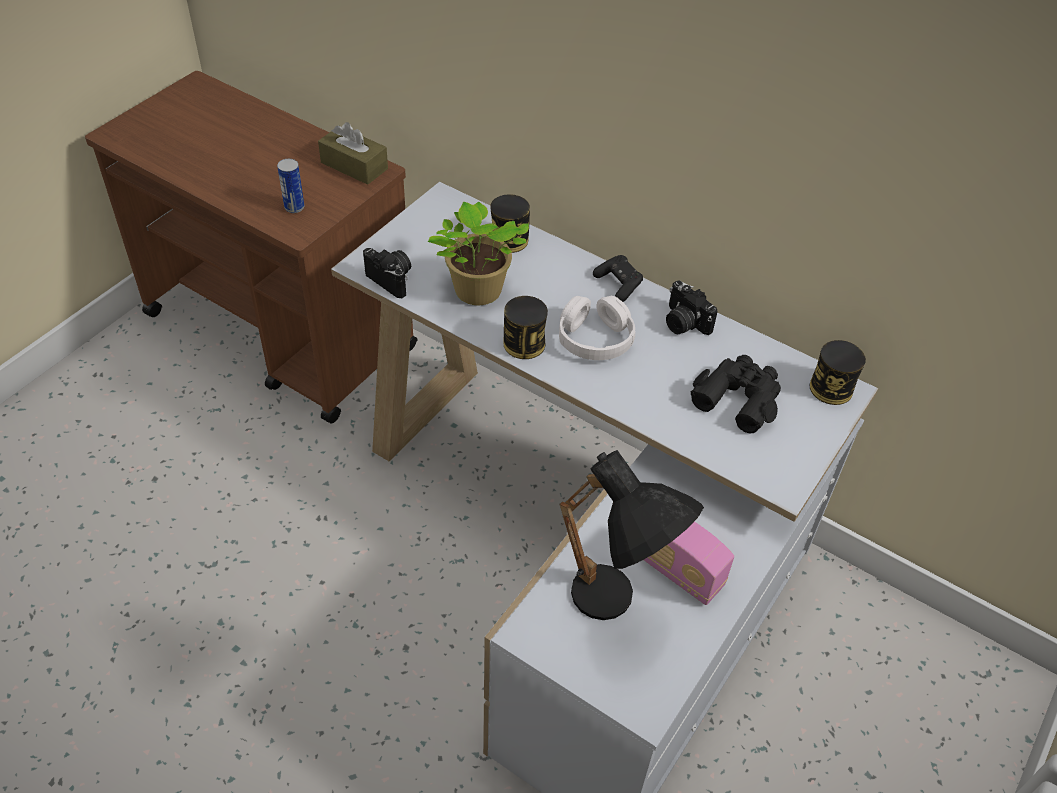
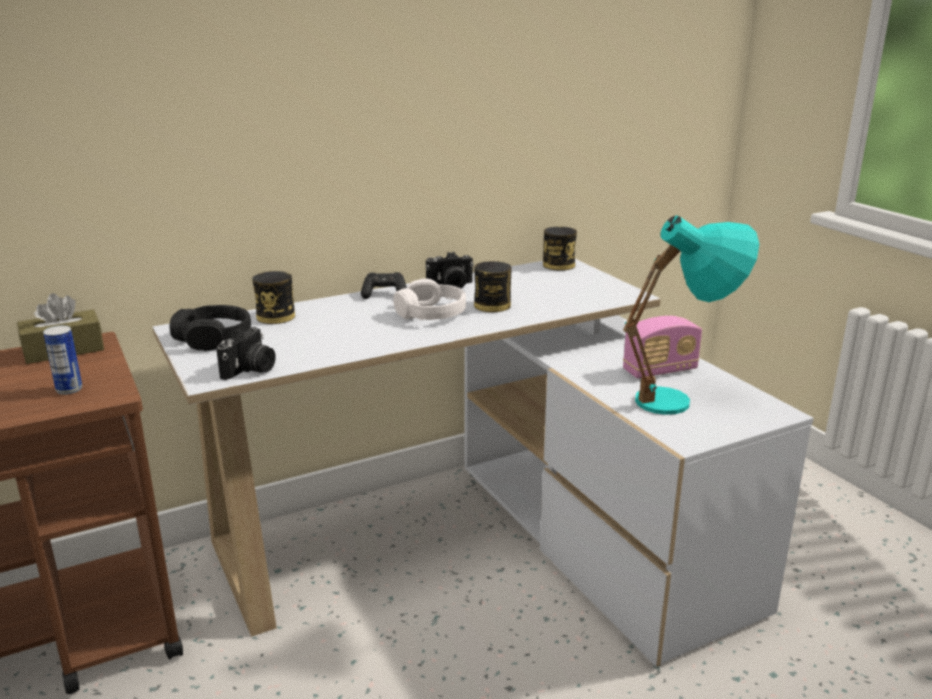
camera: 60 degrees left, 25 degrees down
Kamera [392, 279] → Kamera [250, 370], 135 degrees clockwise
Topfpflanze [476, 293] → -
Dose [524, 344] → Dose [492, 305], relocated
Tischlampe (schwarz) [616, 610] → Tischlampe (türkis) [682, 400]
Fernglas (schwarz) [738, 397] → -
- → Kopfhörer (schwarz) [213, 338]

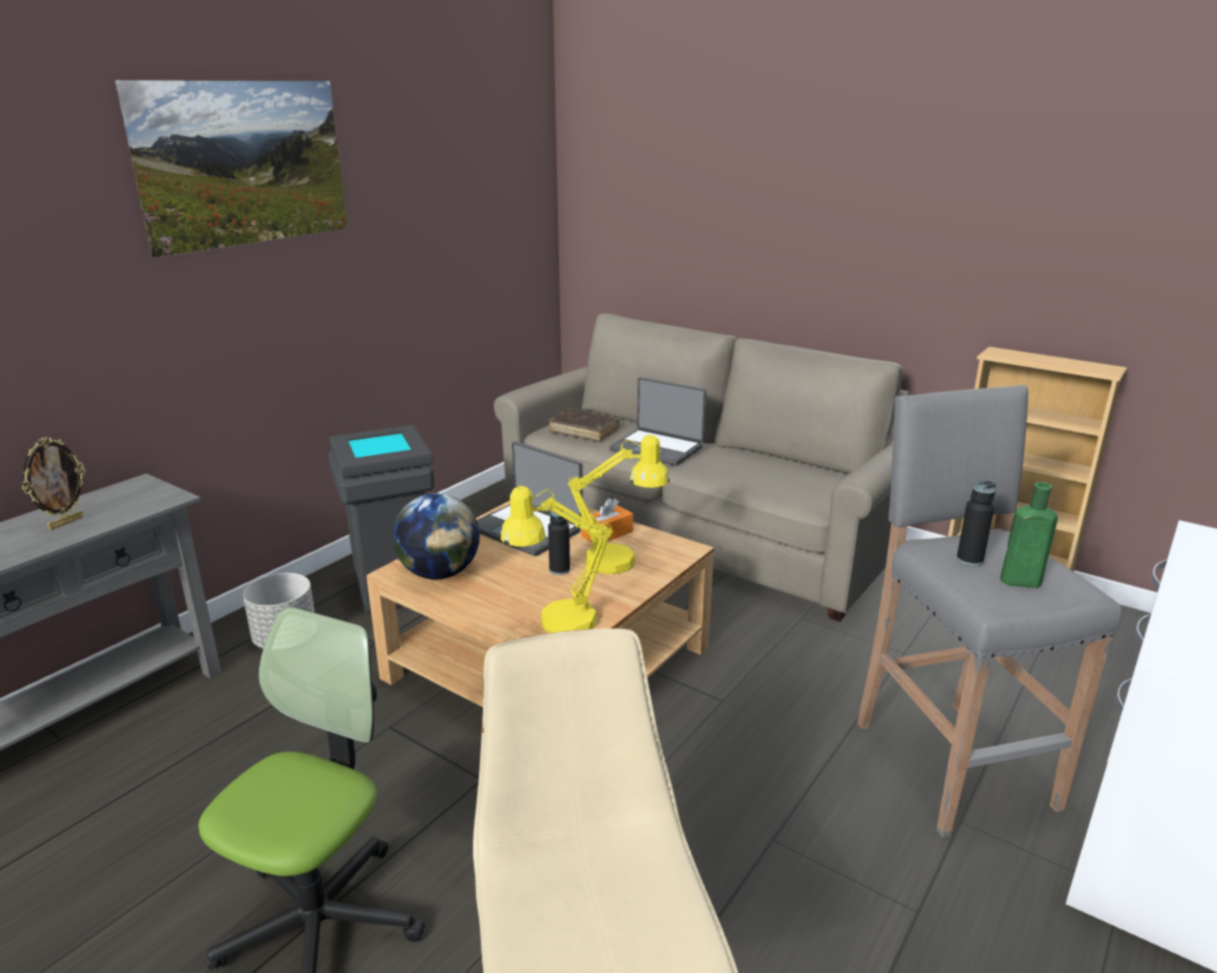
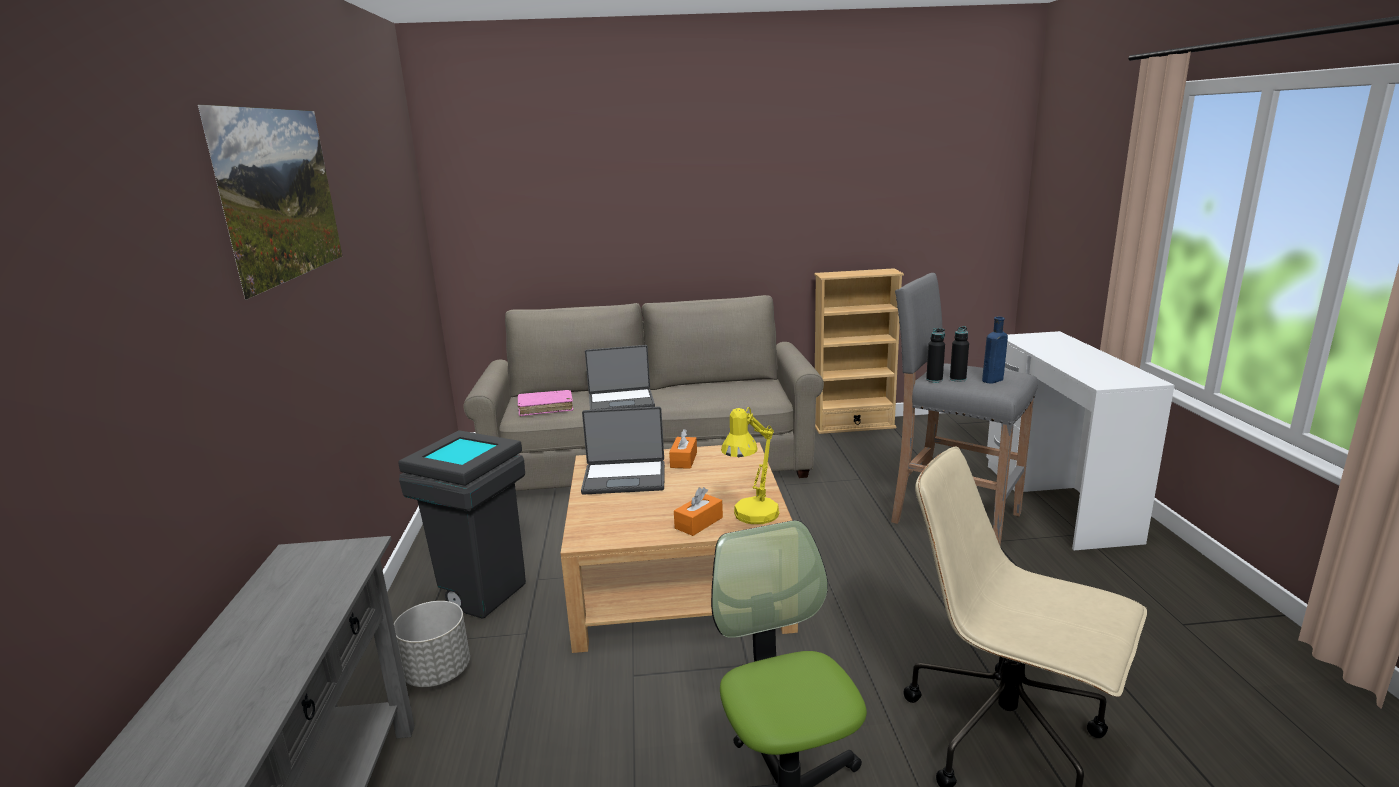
camera: 40 degrees left, 5 degrees down
Bilderrahmen [66, 523] → -
Globus [439, 573] → -
Flasche (schwarz) [559, 570] → Flasche (schwarz) [934, 380], relocated
Buch (braun) [584, 431] → Buch (rosa) [546, 408]
Tischlampe (gelb) [621, 562] → -
Flasche (grün) [1017, 581] → Flasche (blau) [991, 380]
- → Taschentuchbox (orange) [699, 523]

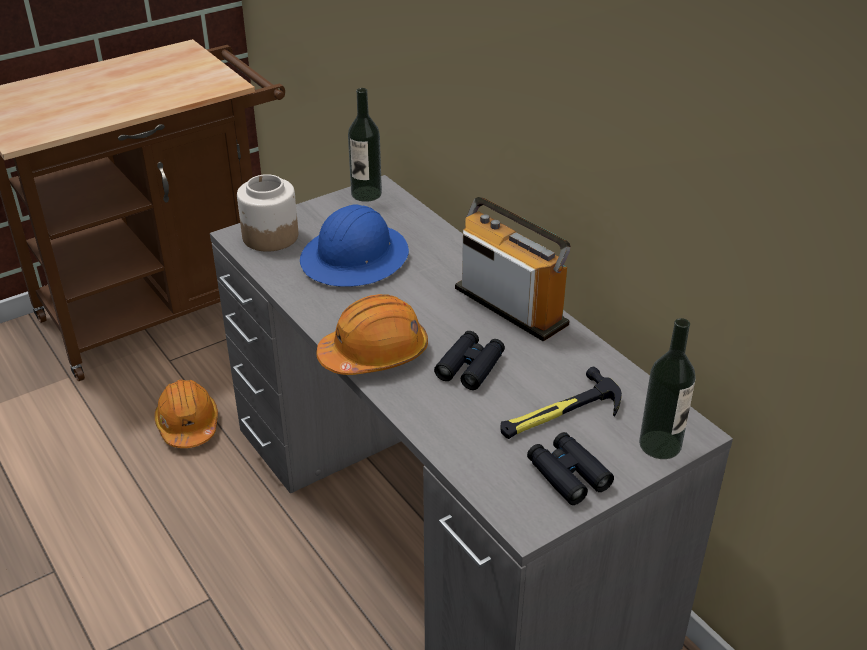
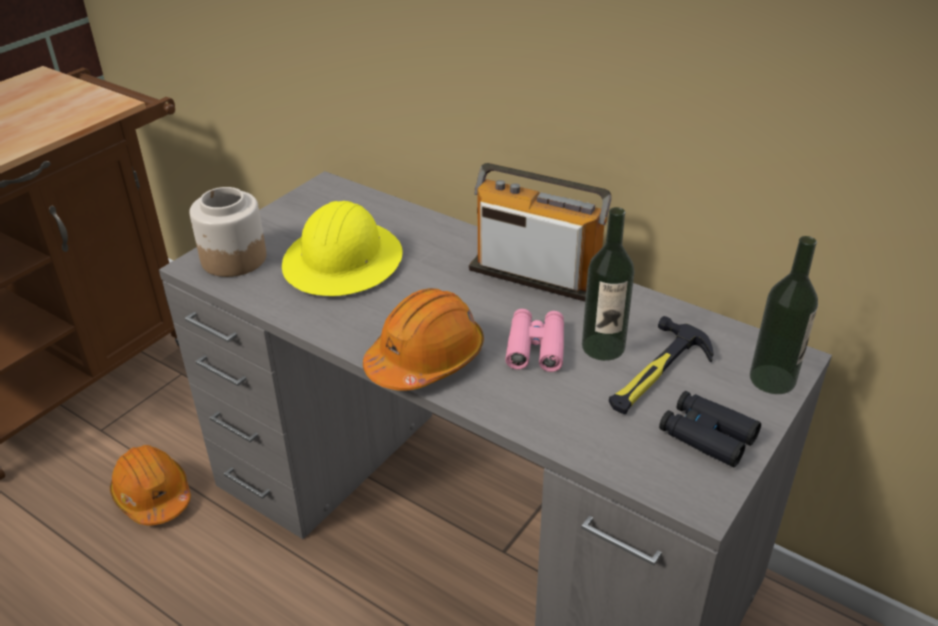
camera: 20 degrees left, 0 degrees up
Schutzhelm (blau) [355, 258] → Schutzhelm (gelb) [344, 262]
Flasche [366, 194] → Flasche [603, 347], relocated
Fernglas (schwarz) [470, 366] → Fernglas (rosa) [535, 347]

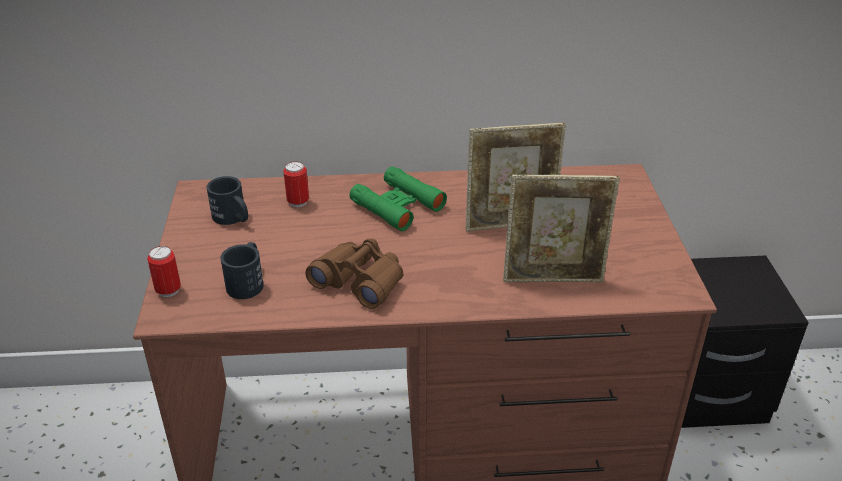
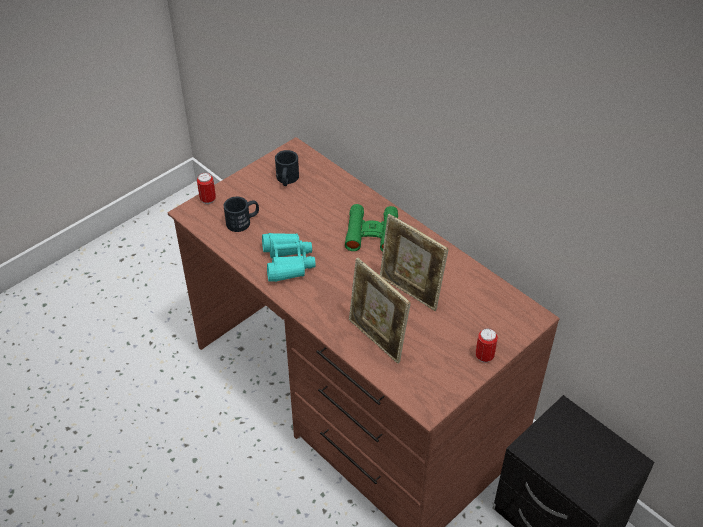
camera: 50 degrees right, 10 degrees up
Dose [298, 202] → Dose [484, 356], relocated
Fernglas (braun) [360, 281] → Fernglas (türkis) [287, 262]

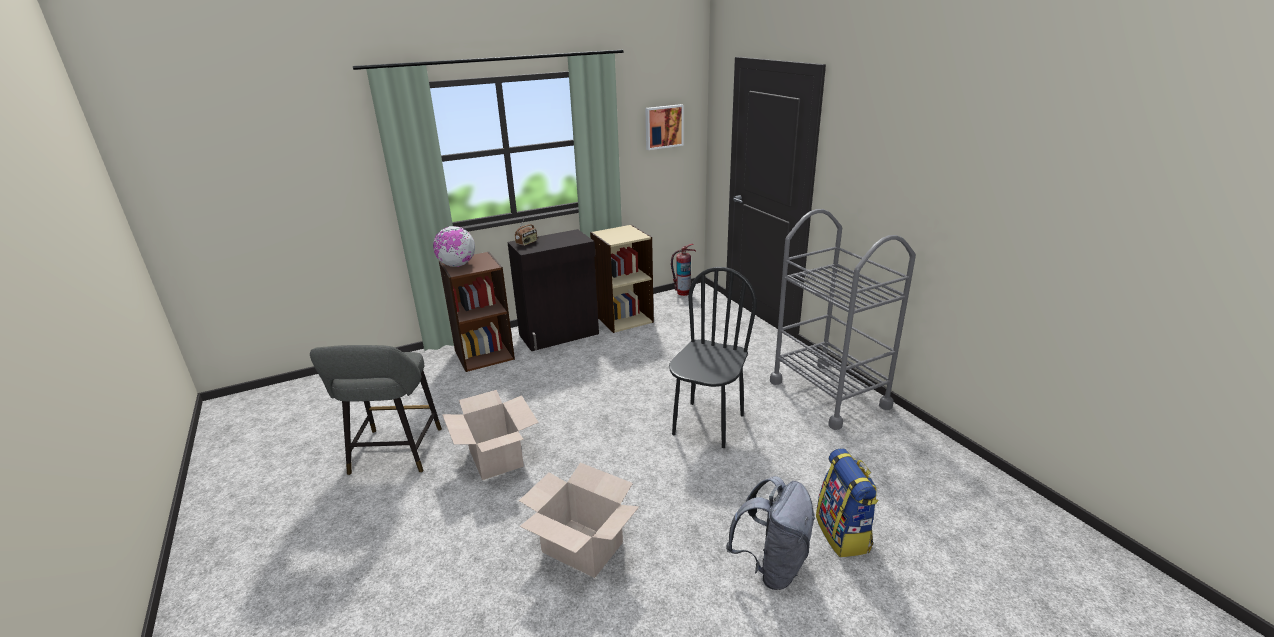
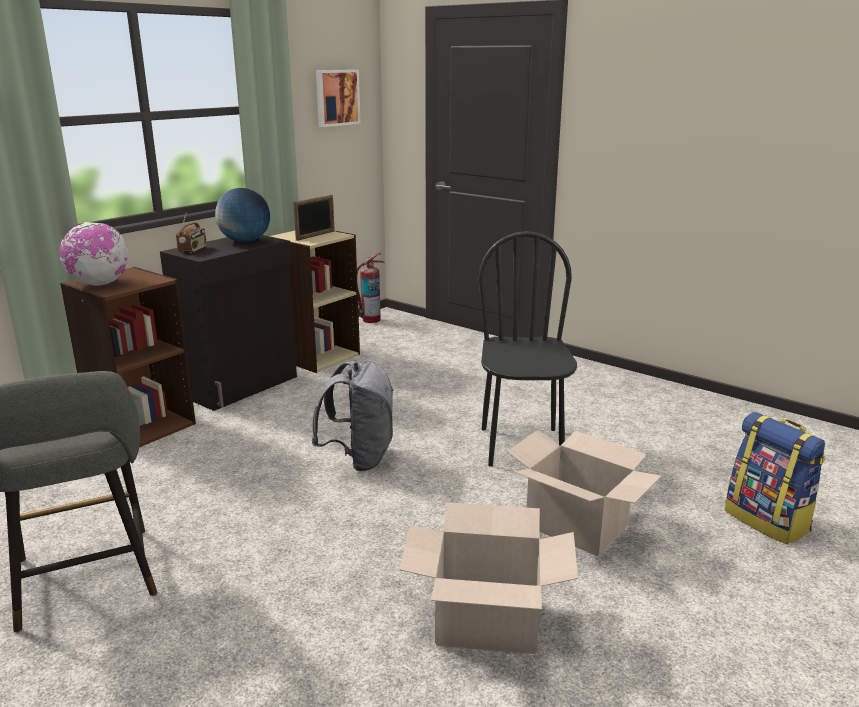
camera: 25 degrees left, 5 degrees down
Karton [495, 458] → Karton [575, 526], relocated
Rucksack (grau) [771, 566] → Rucksack (grau) [359, 458], relocated
Rollwagen (grau) [828, 394] → -
- → Globus [245, 241]
- → Bilderrahmen [316, 235]

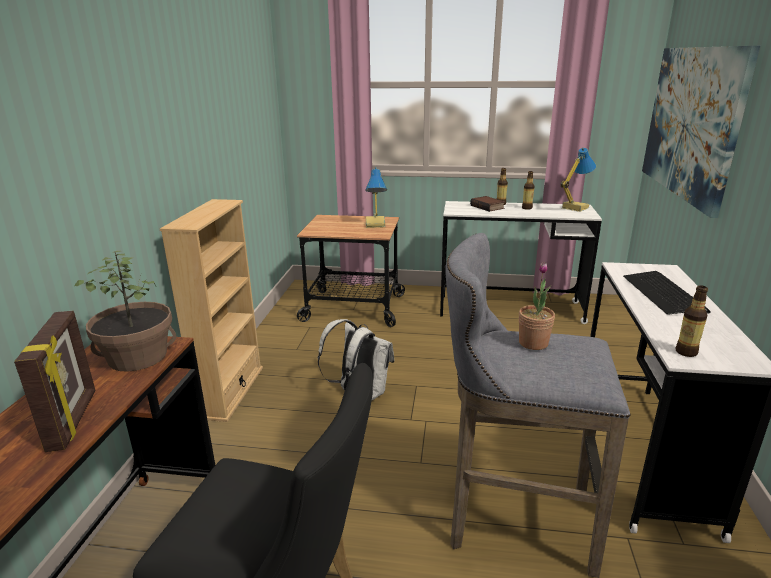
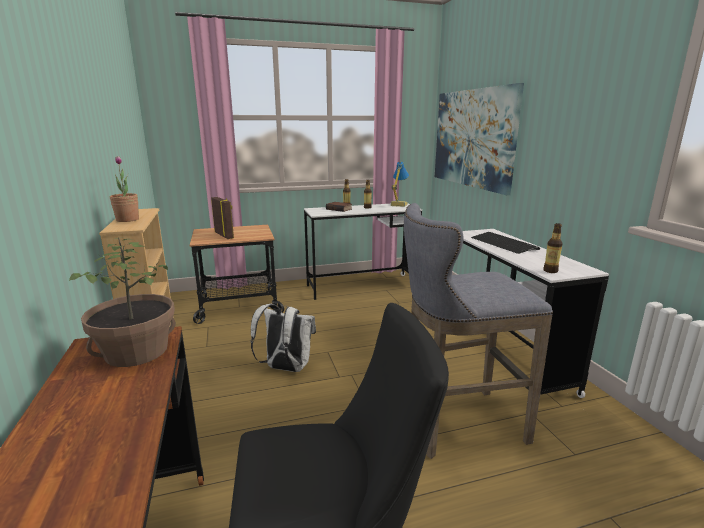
camera: 25 degrees left, 5 degrees down
Bilderrahmen [74, 420] → Bilderrahmen [224, 235], relocated
Tischlampe [376, 224] → -
Topfpflanze [533, 343] → Topfpflanze [127, 220], relocated

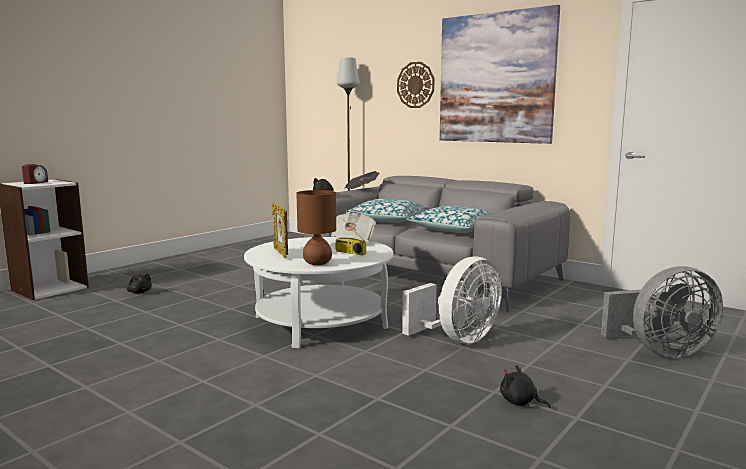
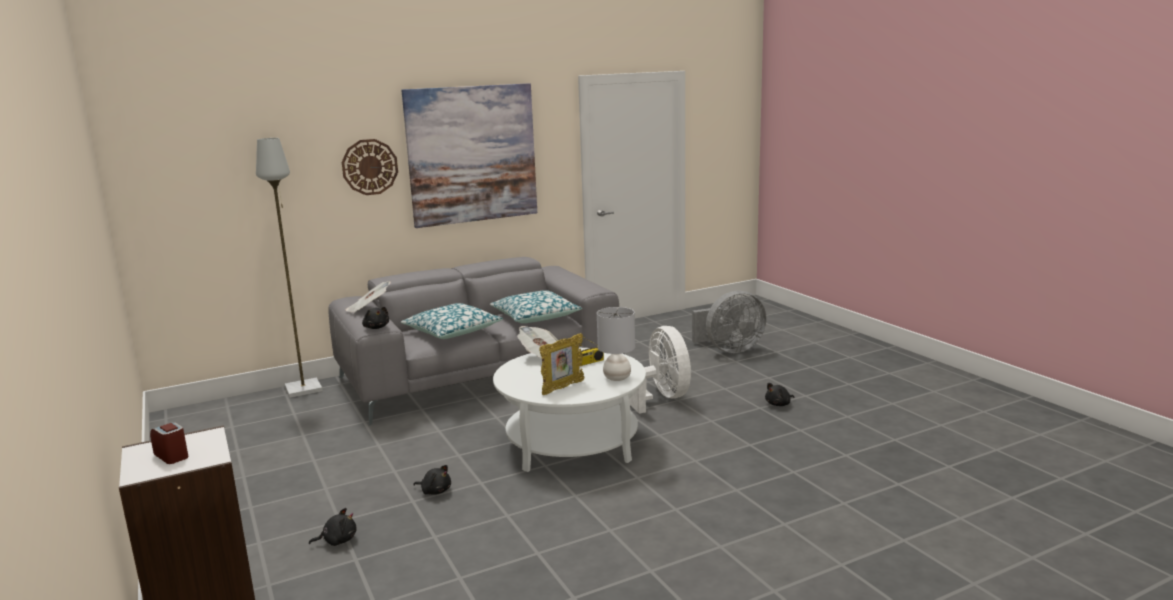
camera: 65 degrees left, 5 degrees up
Bilderrahmen [281, 253] → Bilderrahmen [562, 388], 45 degrees counterclockwise
Tischlampe (braun) [317, 263] → Tischlampe (grau) [616, 378]
Ventilator (grau) [661, 351] → Ventilator (grau) [729, 349], 60 degrees clockwise
- → Plüschtier (schwarz) [435, 491]

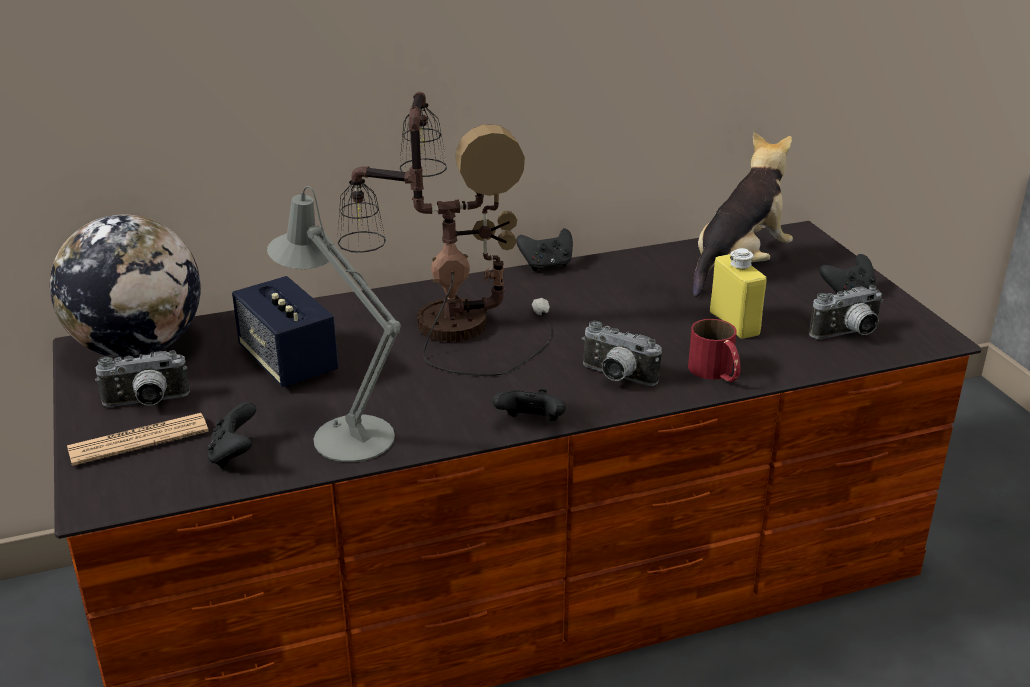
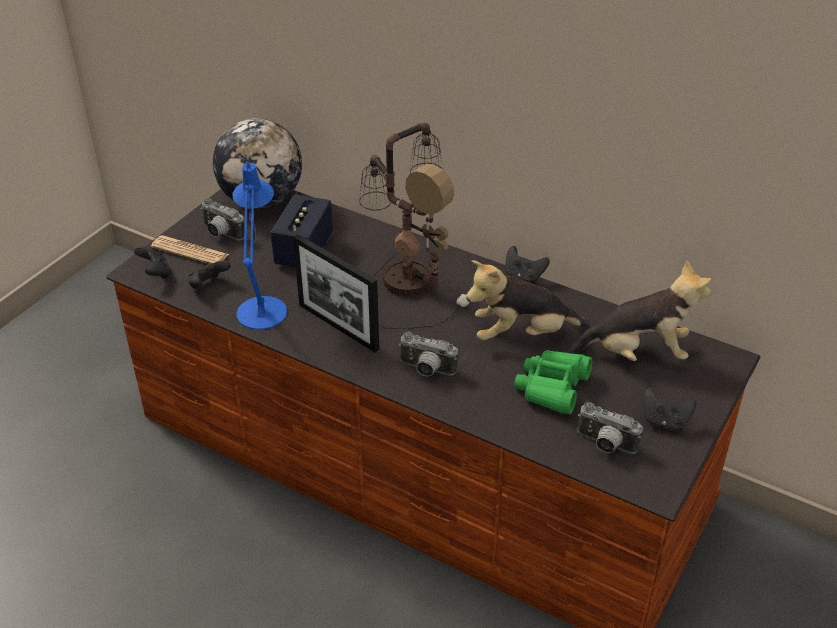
camera: 50 degrees right, 10 degrees up
Tischlampe (grau) [345, 433] → Tischlampe (blau) [262, 307]
Gamepad (schwarz) [531, 424] → Gamepad (schwarz) [156, 273], relocated
Kamera [616, 377] → Kamera [426, 370], 60 degrees counterclockwise
Henkelbecher (rot) [716, 373] → -
Flasche (gelb) [734, 323] → Fernglas (grün) [552, 387]
- → Bilderrahmen [338, 327]
- → Plüschtier [521, 334]

